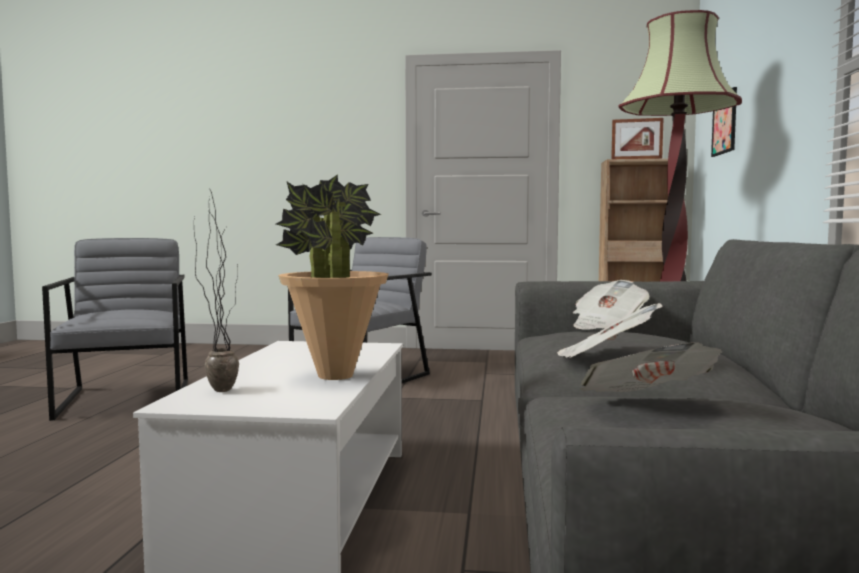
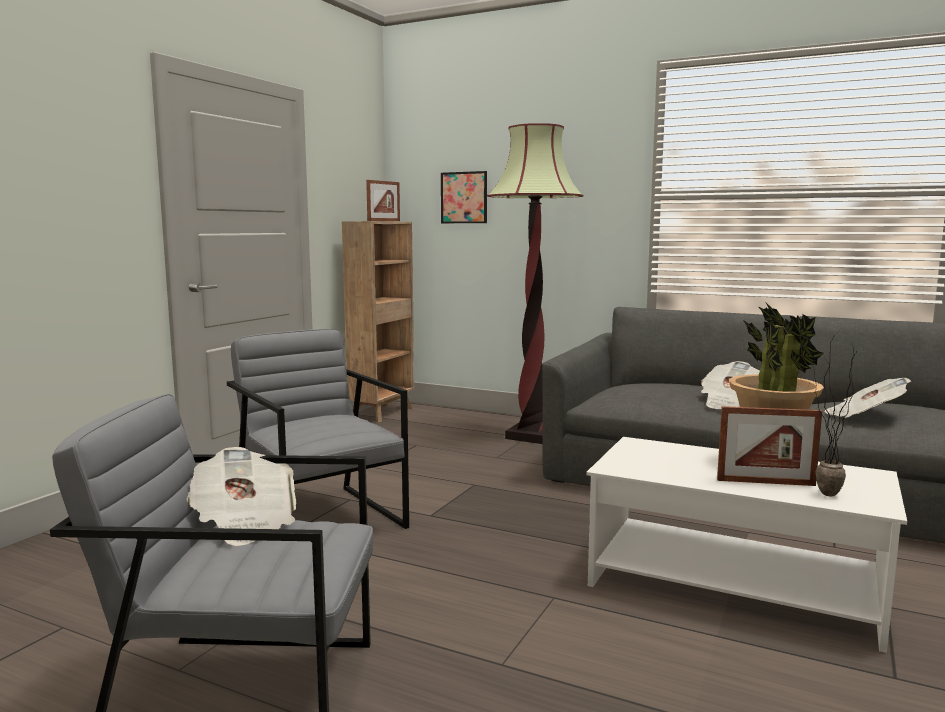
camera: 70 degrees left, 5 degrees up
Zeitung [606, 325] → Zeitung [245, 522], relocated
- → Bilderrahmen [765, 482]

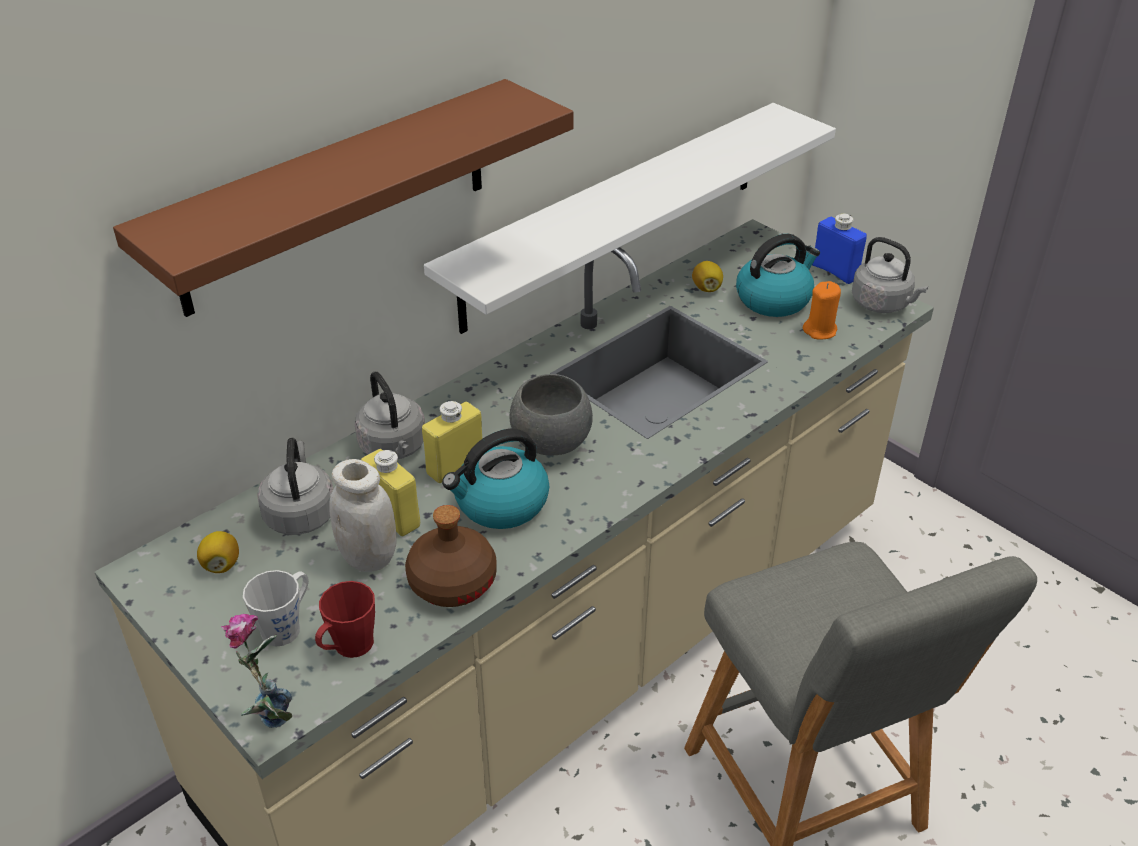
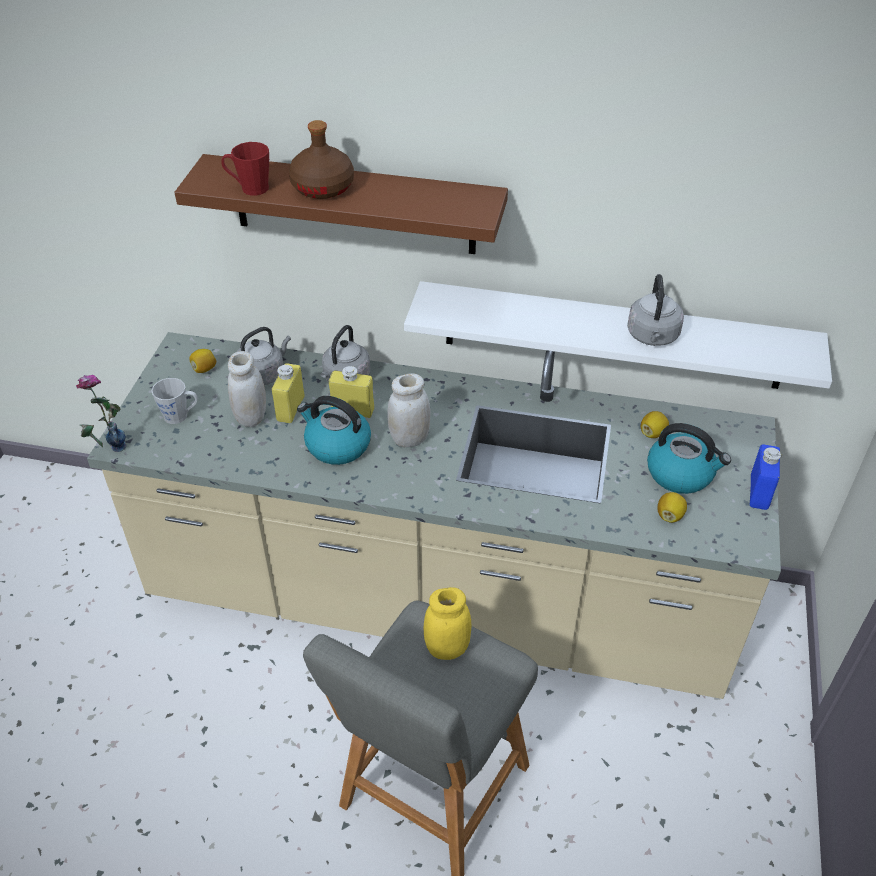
camera: 55 degrees right, 5 degrees up
Henkelbecher (rot) [348, 647] → Henkelbecher (rot) [249, 188], relocated
Flasche (braun) [452, 581] → Flasche (braun) [323, 187], relocated
Schüssel (grau) [550, 443] → Vorratsglas (weiß) [409, 439]
Kerze (orange) [820, 330] → Zitrone [669, 515]
Wasserkessel (grau) [883, 304] → Wasserkessel (grau) [652, 337], relocated
- → Vorratsglas (gelb) [447, 648]

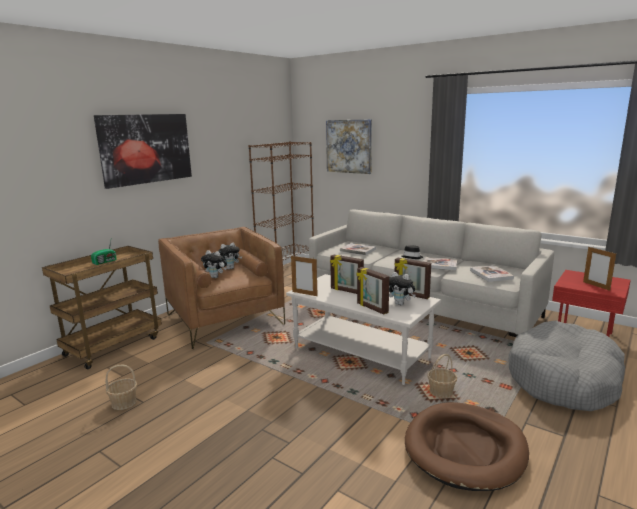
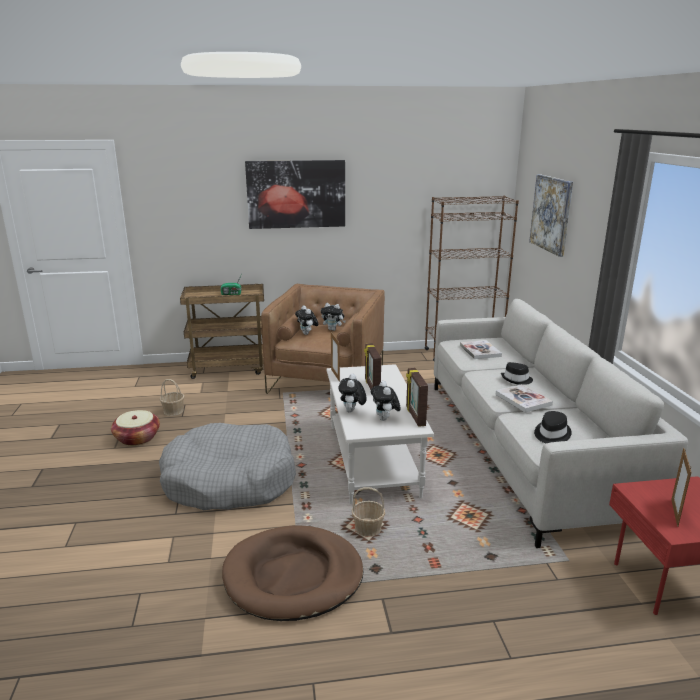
camera: 45 degrees right, 5 degrees up
Bilderrahmen [371, 308] → Plüschtier [352, 411]
Buch [491, 274] → Hut (schwarz) [551, 434]
Hundebett (grau) [564, 379] → Hundebett (grau) [229, 481], relocated
- → Korb [137, 438]

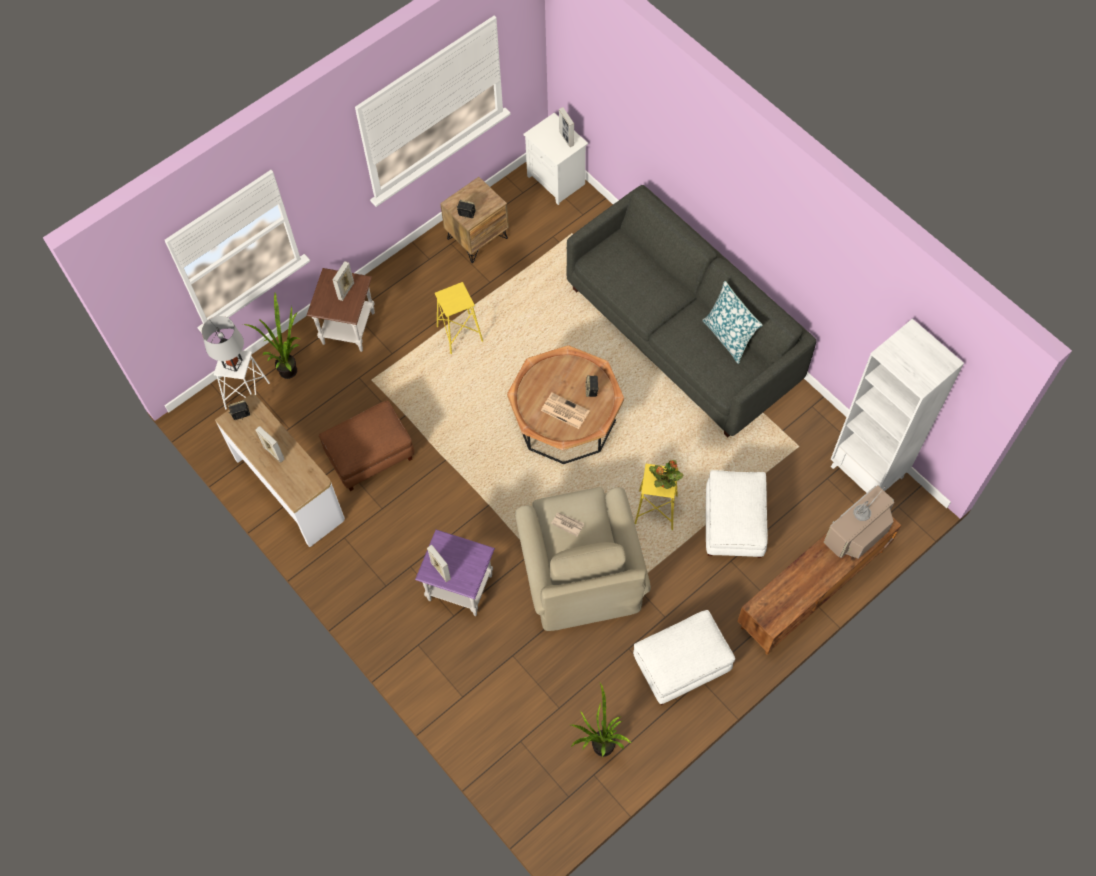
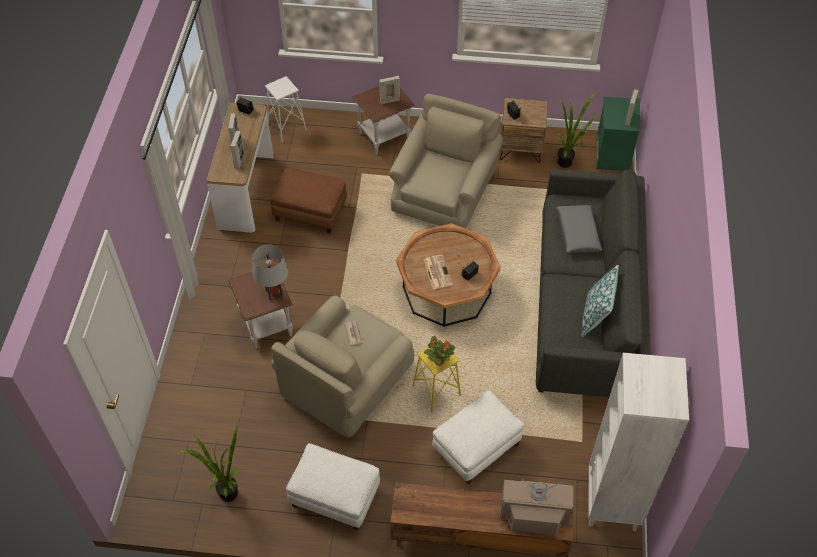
camera: 45 degrees right, 10 degrees down
Tischlampe (grau) [233, 363] → Tischlampe (grau) [274, 293], relocated
Topfpflanze [291, 368] → Topfpflanze [568, 162], relocated
Beistelltisch (lila) [459, 587] → Beistelltisch (braun) [266, 325]
Bilderrahmen [440, 571] → Bilderrahmen [239, 161], relocated
Hocker (gelb) [460, 333] → Sessel (beige) [444, 191]
Nachttisch (weiß) [557, 180] → Nachttisch (grün) [613, 156]
- → Kissen (grau) [577, 233]

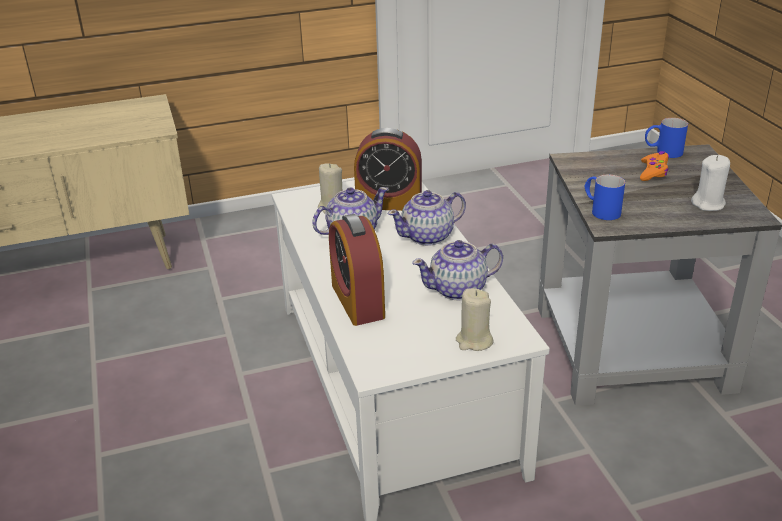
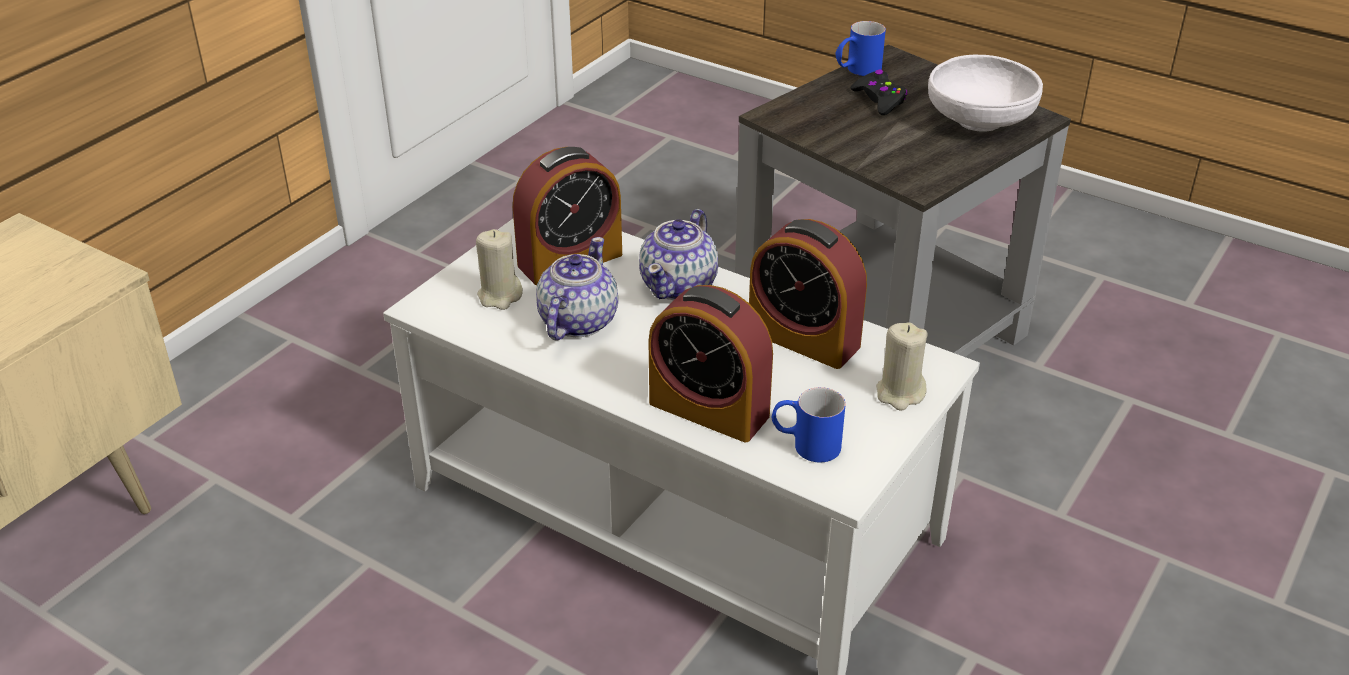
camera: 40 degrees left, 5 degrees up
Teekanne [458, 289] → Wecker [803, 338]
Henkelbecher (blau) [600, 210] → Henkelbecher (blau) [805, 445], relocated
Gamepad (orange) [653, 172] → Gamepad (schwarz) [879, 100]
Kerze (weiß) [708, 204] → Schüssel (weiß) [980, 120]

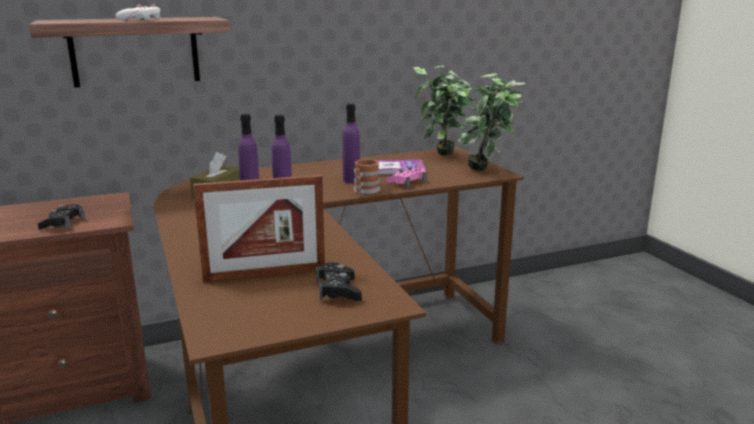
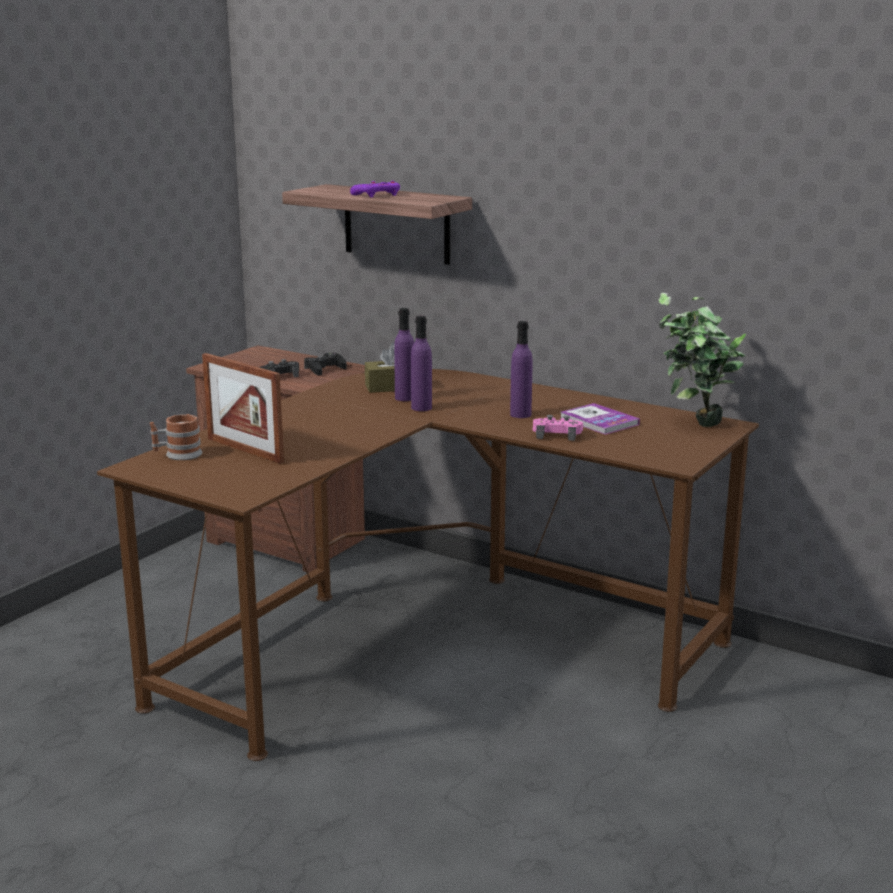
camera: 55 degrees right, 0 degrees up
Gamepad (weiß) [141, 19] → Gamepad (lila) [378, 195]
Gamepad (schwarz) [338, 290] → Gamepad (schwarz) [324, 369], relocated
Henkelbecher [364, 191] → Henkelbecher [177, 455], relocated
Topfpflanze [488, 171] → -

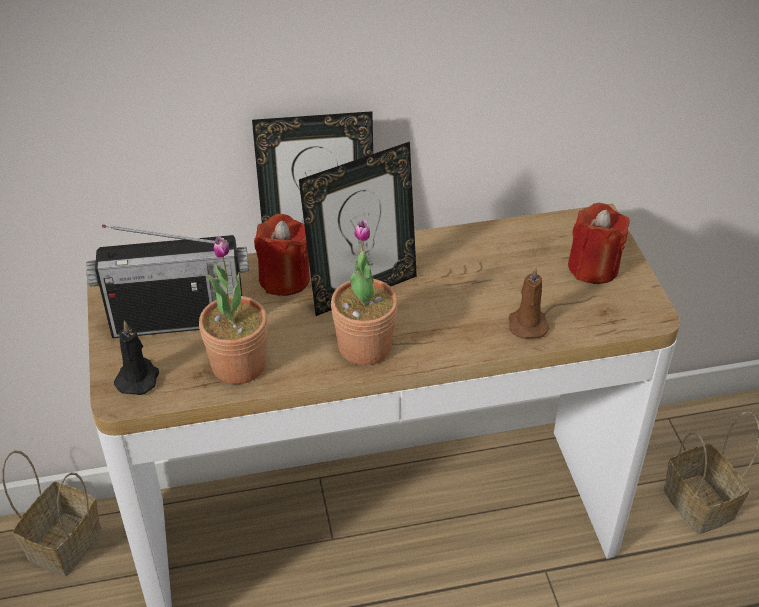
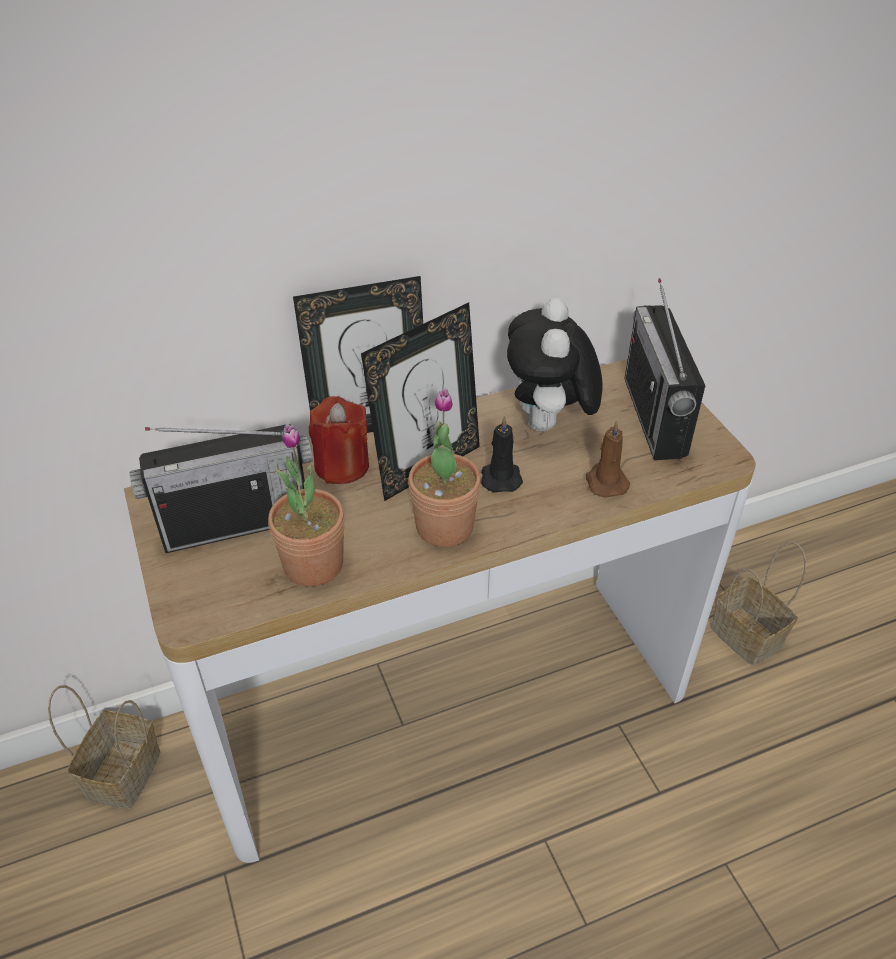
camera: 10 degrees left, 0 degrees up
Kerze (schwarz) [138, 378] → Kerze (schwarz) [500, 477], relocated
Kerze (rot) [593, 267] → Radio [654, 417]
- → Plüschtier [548, 426]

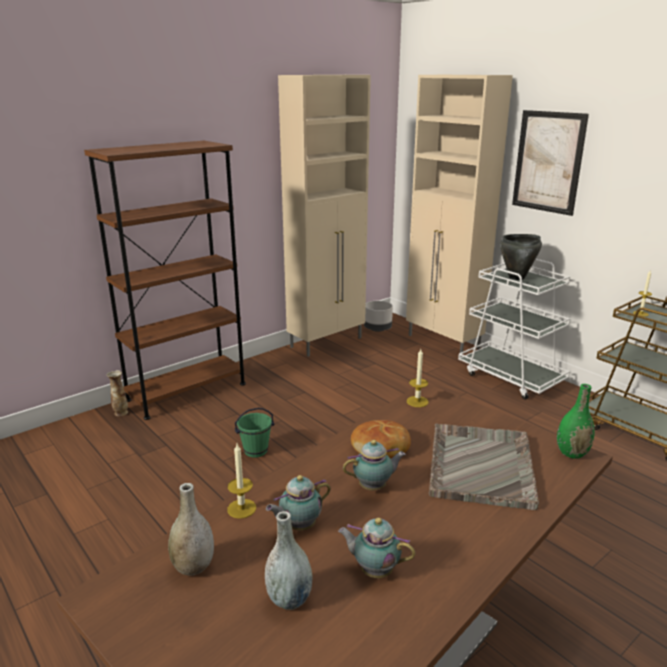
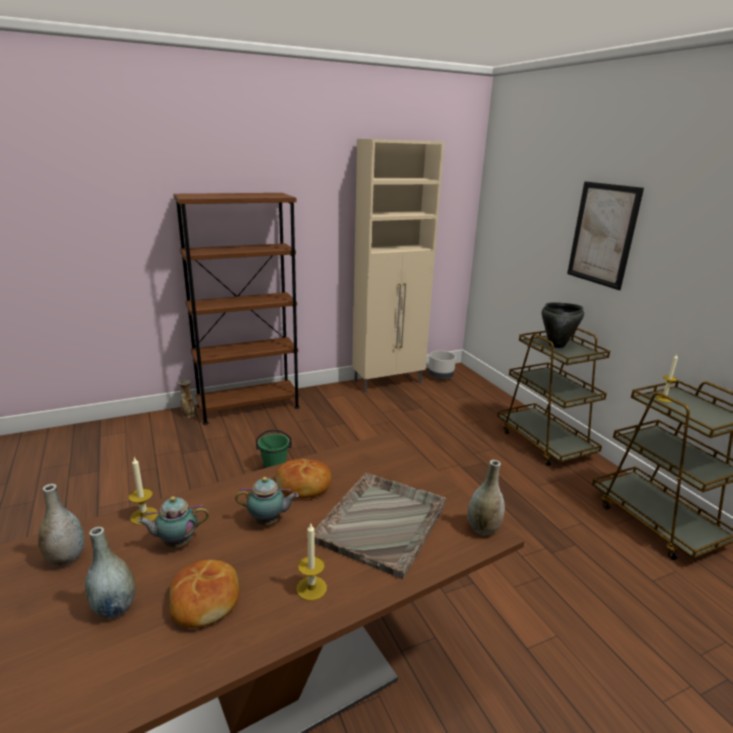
camera: 15 degrees right, 0 degrees up
Teekanne [374, 570] → Brot [206, 600]
Schrank (beige) [443, 342] → -
Kerze [417, 401] → Kerze [311, 588], relocated
Rollwagen (weiß) [511, 378] → Rollwagen (braun) [544, 442]
Vase (grün) [572, 453] → Vase (grau) [483, 528]

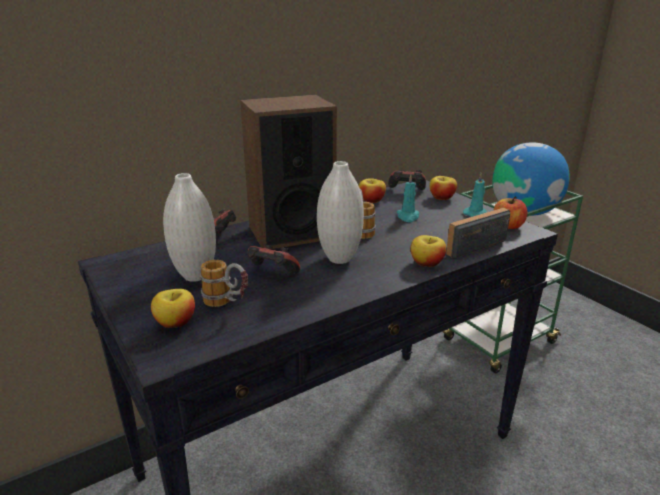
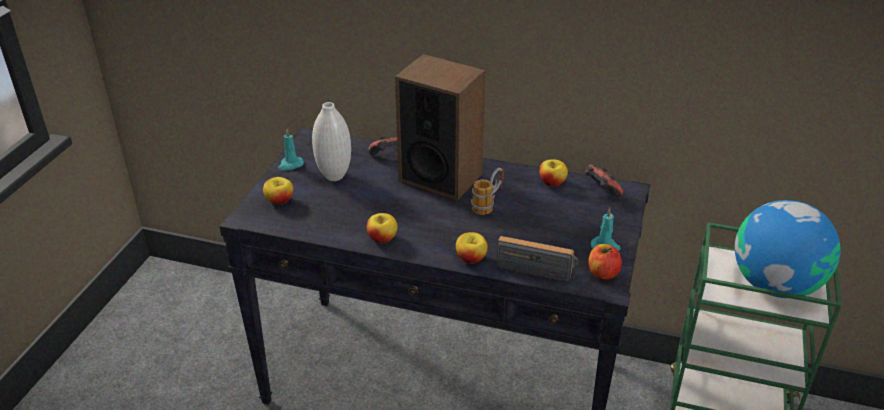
camera: 50 degrees right, 10 degrees up
Henkelbecher [227, 303] → -
Gamepad [272, 274] → -
Vase (weiß) [339, 259] → -
Kerze (türkis) [408, 217] → Kerze (türkis) [290, 165], relocated
Apfel [442, 198] → Apfel [382, 238], relocated

